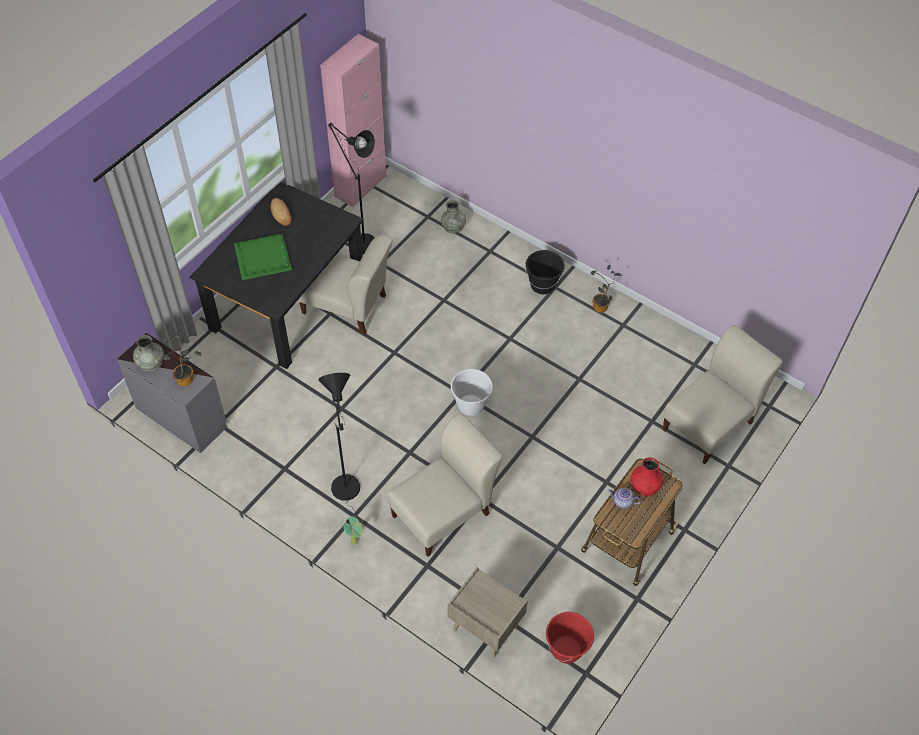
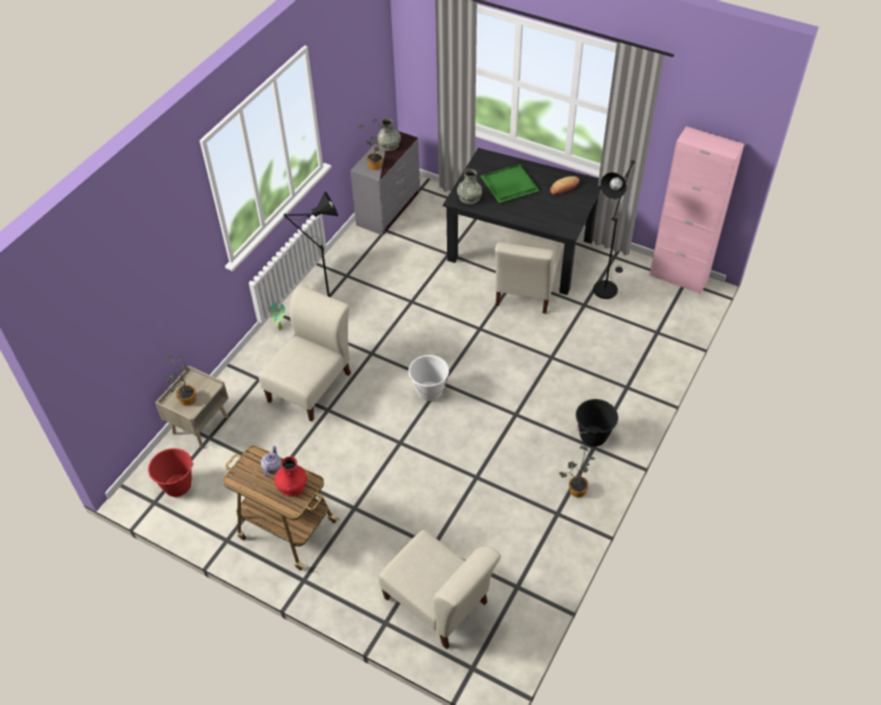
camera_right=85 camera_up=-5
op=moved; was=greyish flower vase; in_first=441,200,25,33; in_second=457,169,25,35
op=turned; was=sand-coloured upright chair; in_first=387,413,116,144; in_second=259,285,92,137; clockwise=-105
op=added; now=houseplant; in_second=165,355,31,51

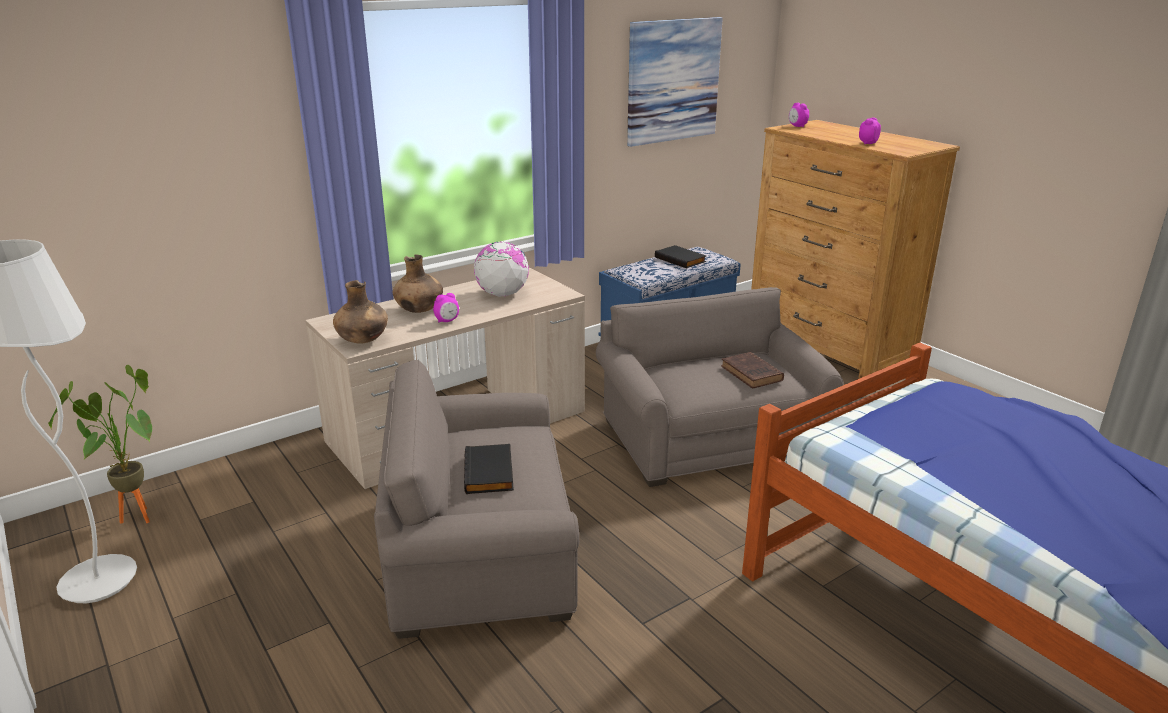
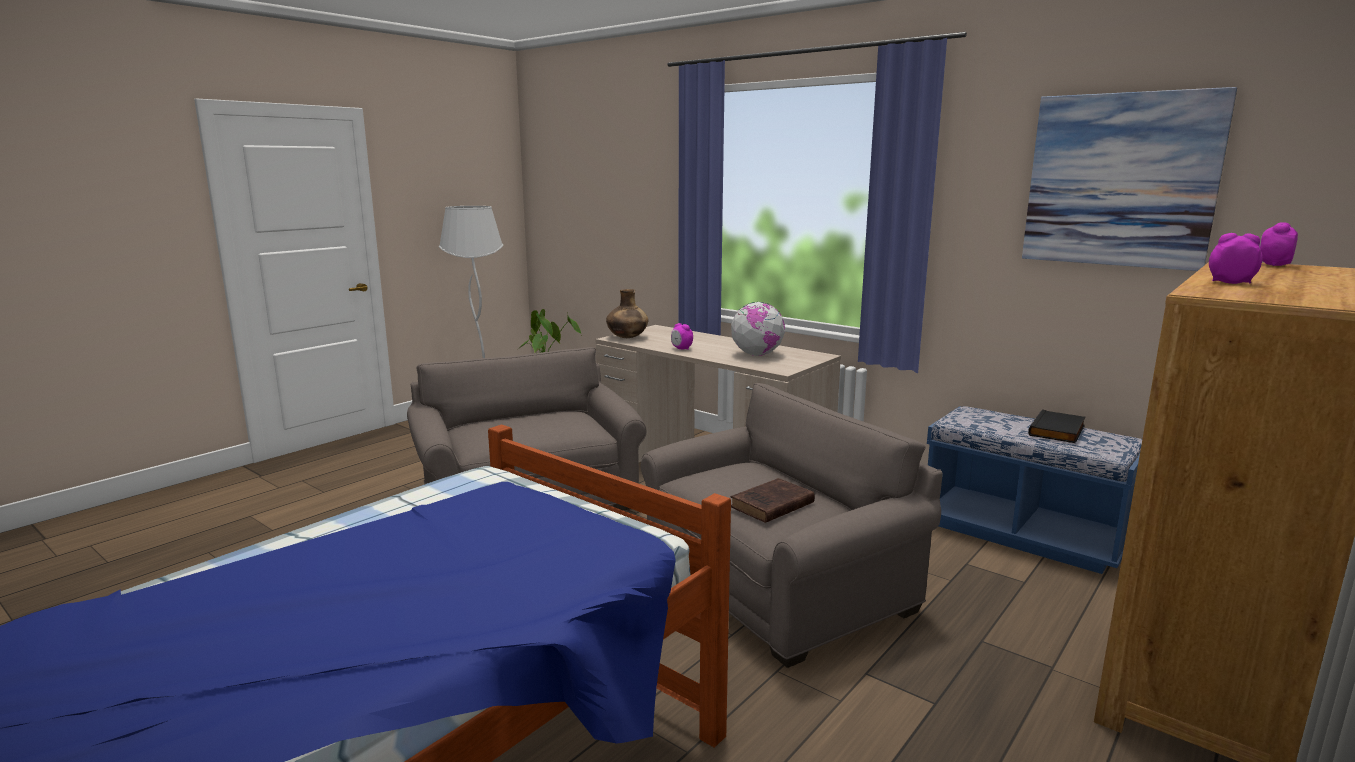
camera_right=75 camera_up=-10
op=removed; was=brownish flower vase; in_first=393,254,50,59
op=removed; was=black book; in_first=464,444,50,50

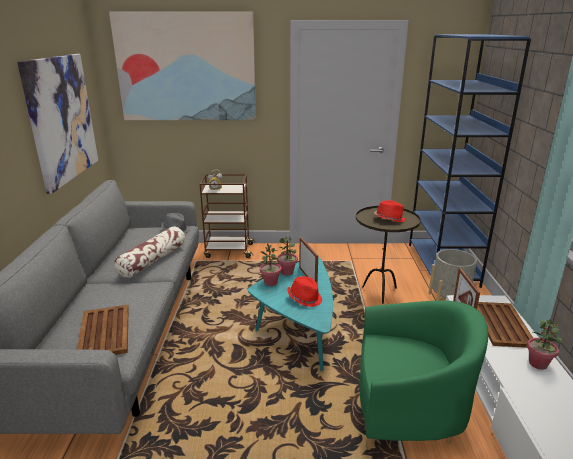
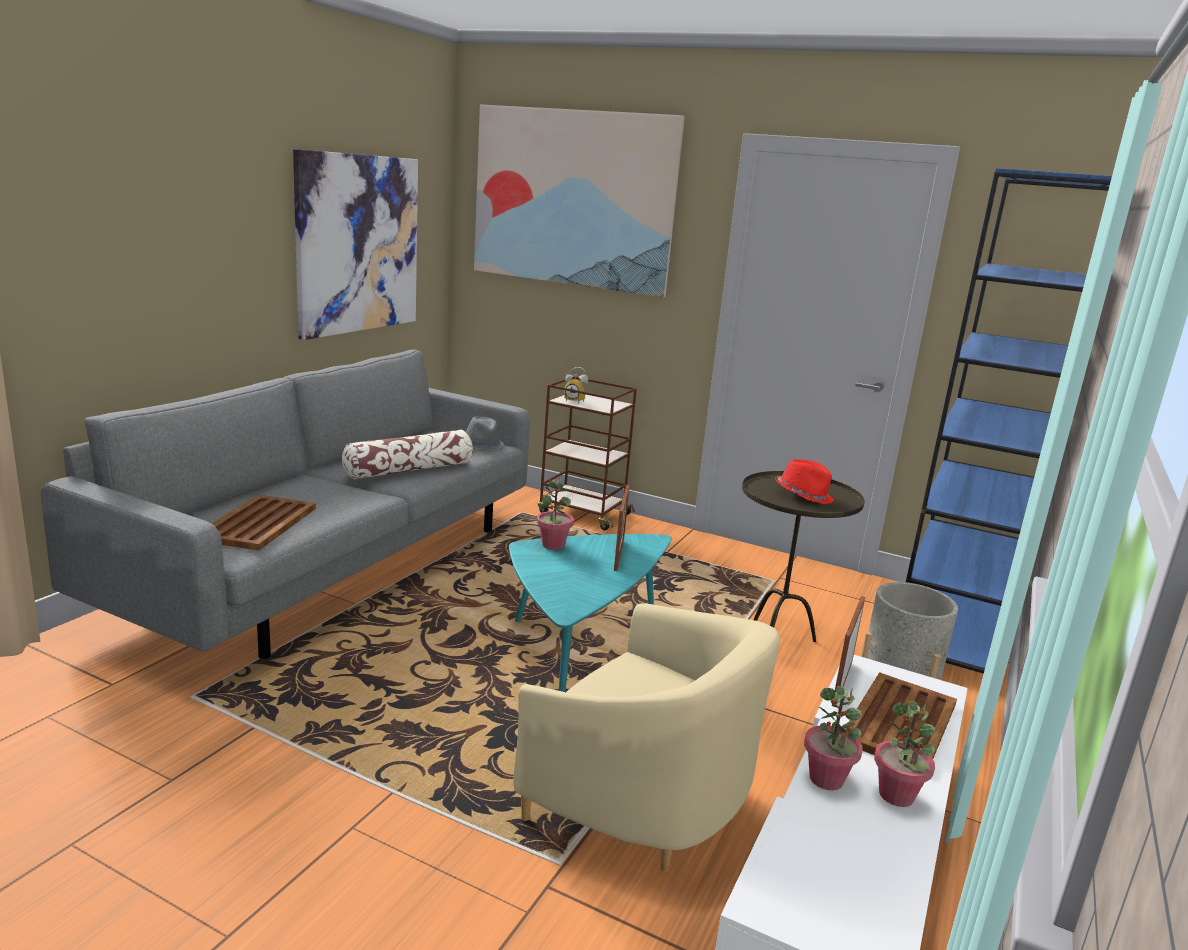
camera_right=25 camera_up=-5
op=moved; was=houseplant; in_first=277,236,21,40; in_second=804,685,59,105
op=removed; was=reddish hat; in_first=287,276,35,31
op=recoloured; was=green armchair; now=sand-coloured armchair; in_first=359,301,129,149; in_second=513,603,267,269

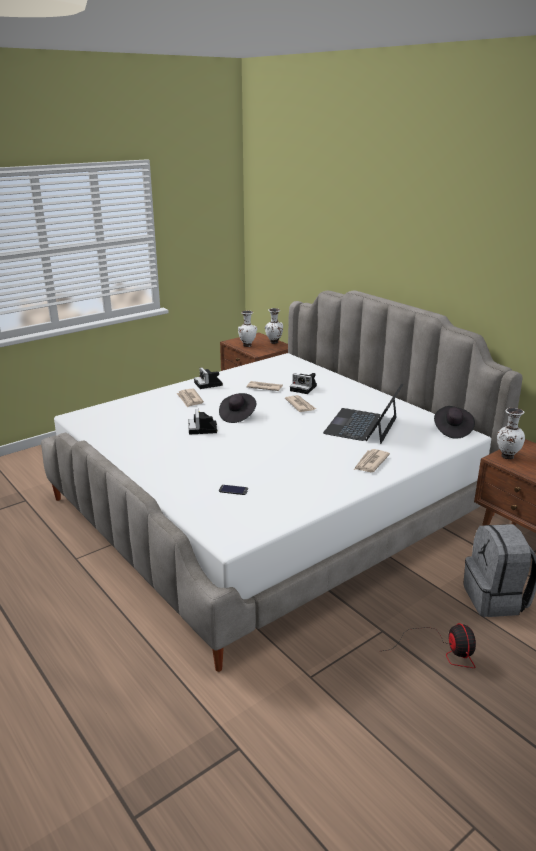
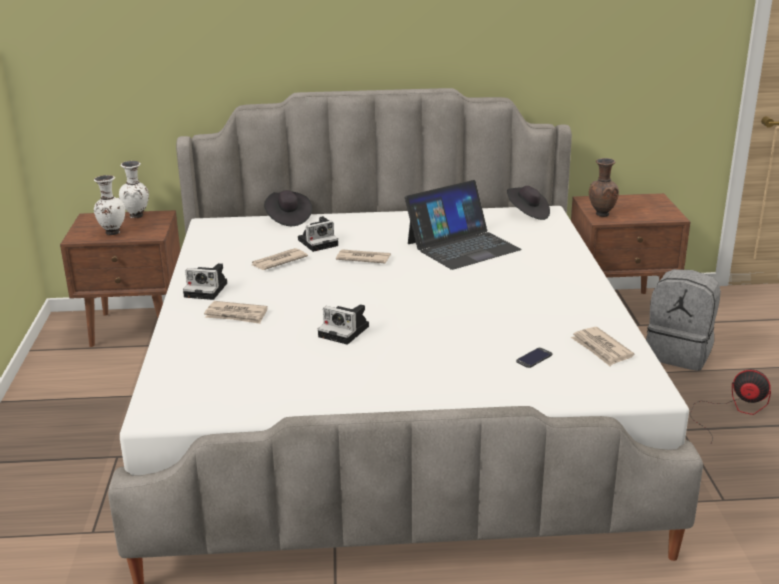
camera_right=-55 camera_up=0
op=turned; was=portable computer; in_first=323,383,81,61; in_second=405,180,117,90; clockwise=-90
op=moved; was=black hat; in_first=219,393,37,30; in_second=264,190,48,36
op=recoloured; was=white flower vase; now=brownish flower vase; in_first=497,408,28,51; in_second=589,158,30,59
op=moved; was=newspaper; in_first=354,449,36,23; in_second=571,327,63,39

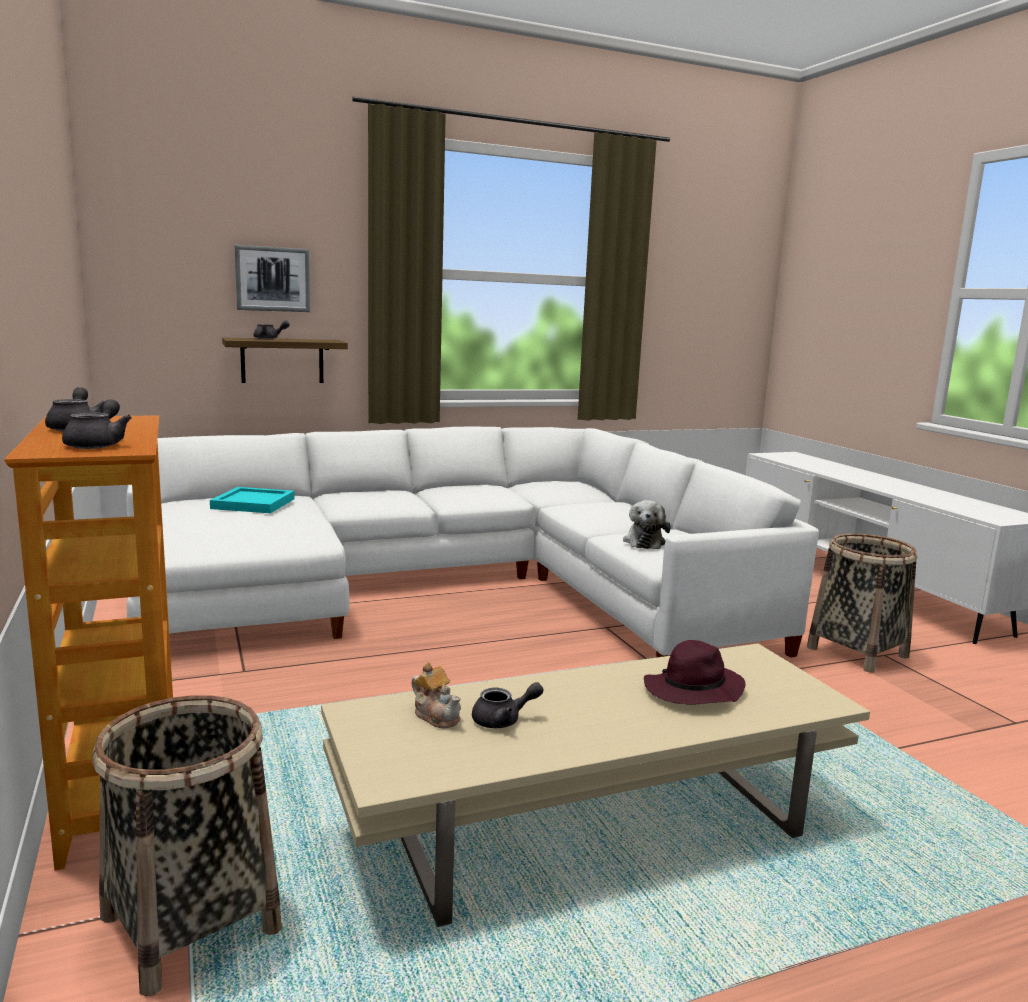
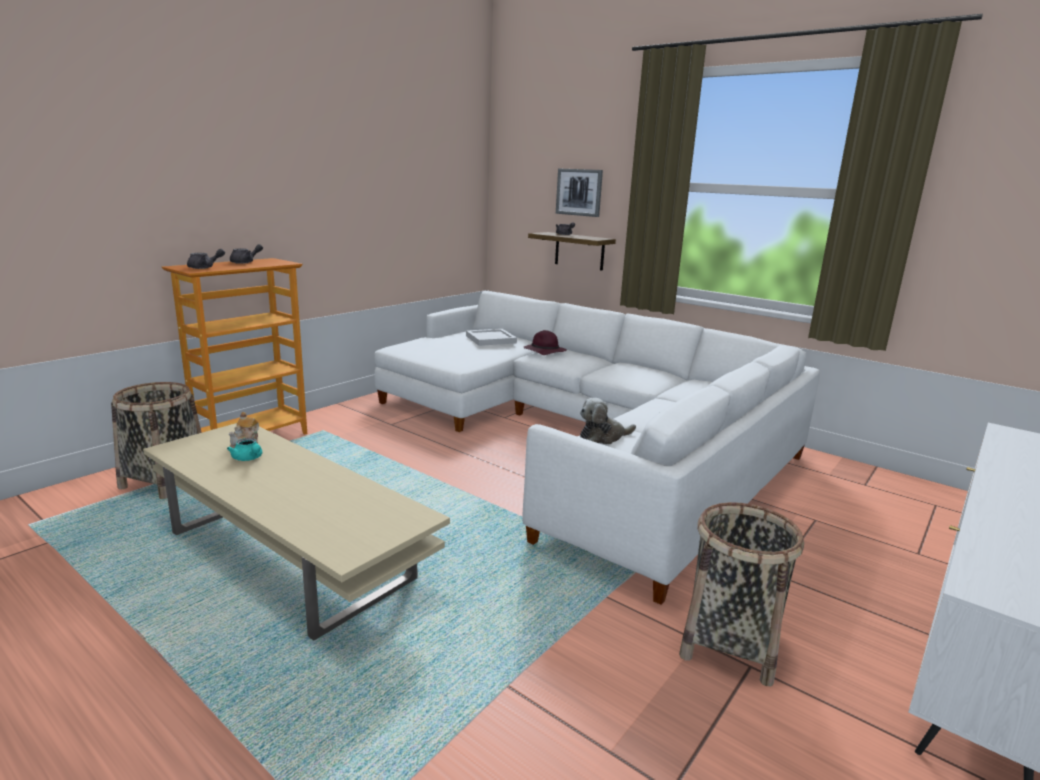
camera_right=60 camera_up=5
op=recoloured; was=blue-green carrying tray; now=white carrying tray; in_first=210,487,85,26; in_second=466,329,51,17
op=moved; was=purplish hat; in_first=644,640,101,65; in_second=523,330,44,25
op=recoloured; was=greyish tea pot; now=blue-green tea pot; in_first=472,682,71,46; in_second=227,438,35,23

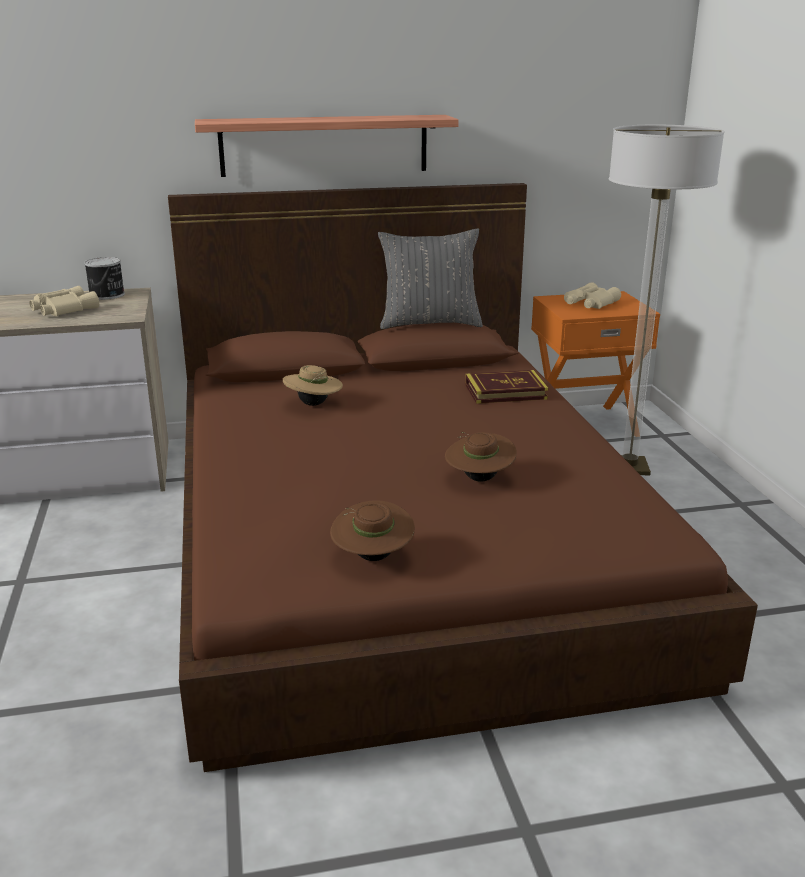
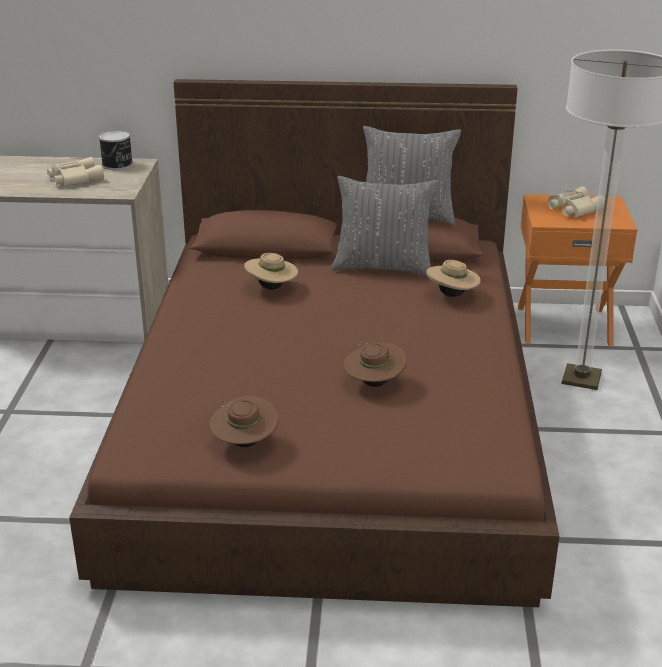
camera_right=15 camera_up=5
op=removed; was=wall shelf; in_first=195,115,264,62
op=replaced; was=book; now=sand-coloured hat; in_first=465,370,83,34; in_second=426,260,55,37
op=added; now=greyish cushion; in_second=331,176,108,102

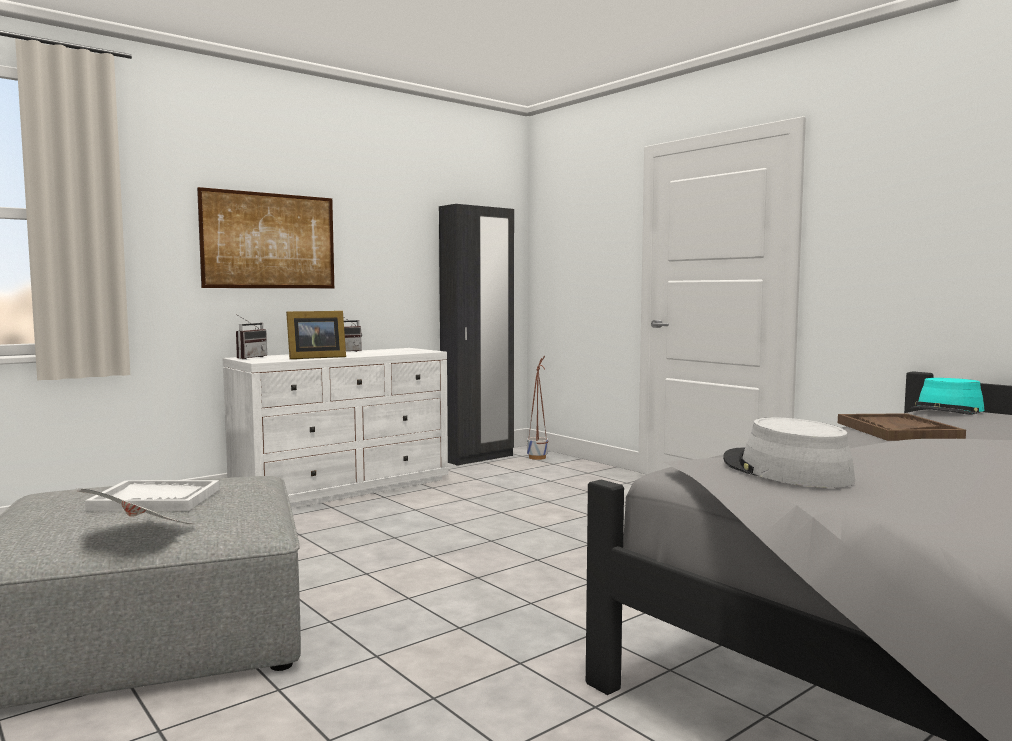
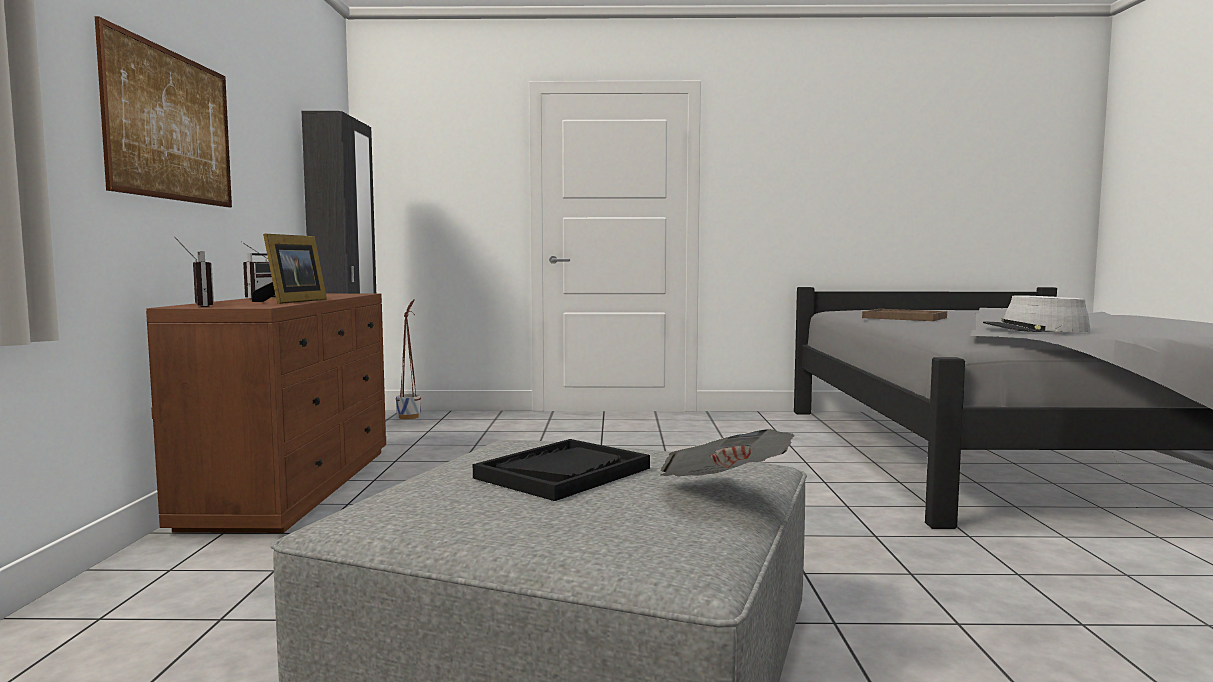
camera_right=-50 camera_up=0
op=recoloured; was=white dresser; now=brownish dresser; in_first=223,348,225,161; in_second=146,293,240,240
op=removed; was=blue-green hat; in_first=911,378,74,37
op=recoloured; was=white carrying tray; now=black carrying tray; in_first=85,480,134,31; in_second=473,439,177,62

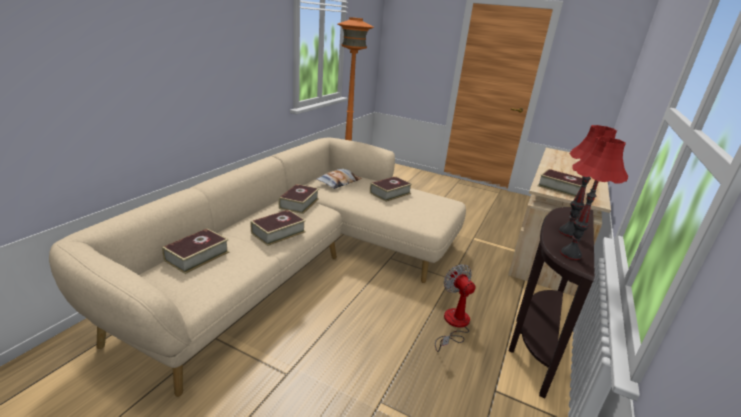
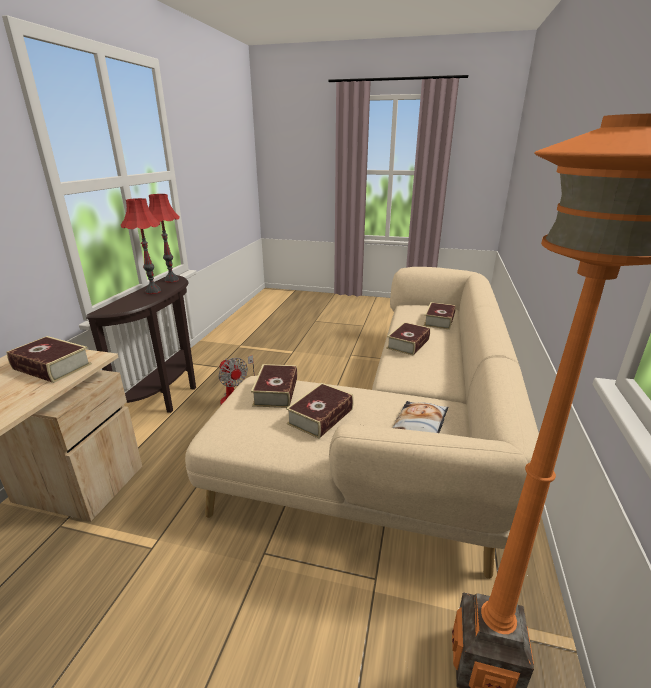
camera_right=170 camera_up=0
op=moved; was=book; in_first=278,184,41,30; in_second=251,364,47,44

